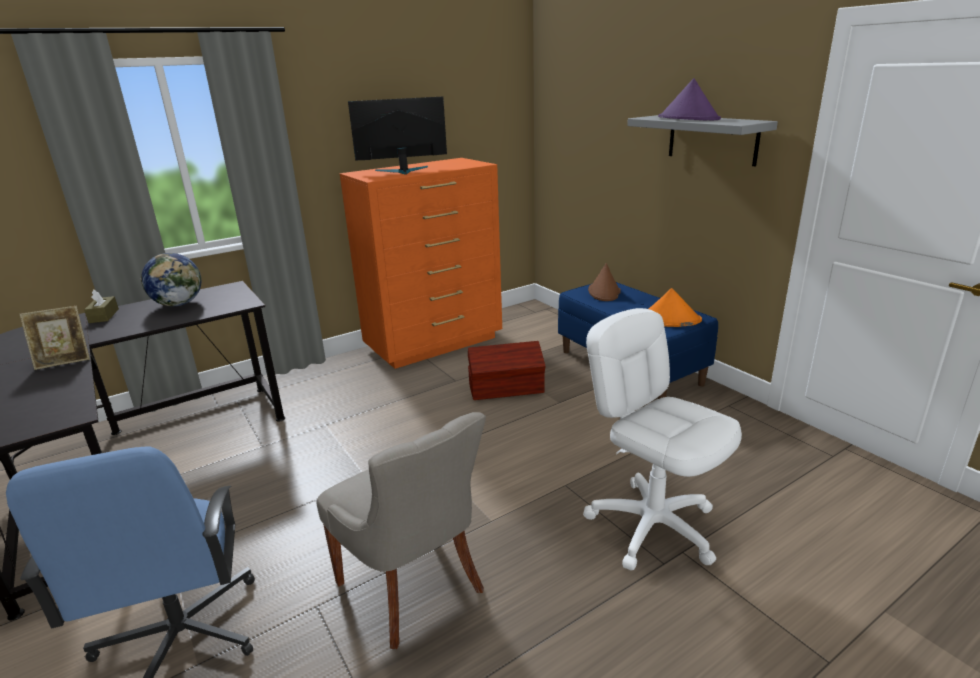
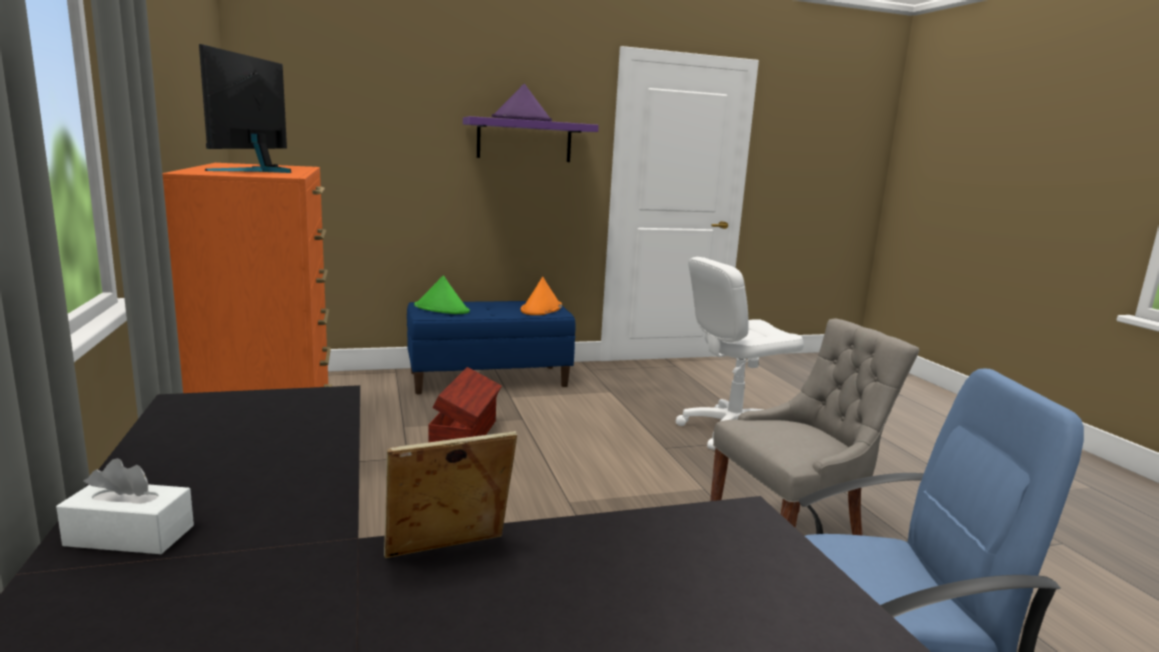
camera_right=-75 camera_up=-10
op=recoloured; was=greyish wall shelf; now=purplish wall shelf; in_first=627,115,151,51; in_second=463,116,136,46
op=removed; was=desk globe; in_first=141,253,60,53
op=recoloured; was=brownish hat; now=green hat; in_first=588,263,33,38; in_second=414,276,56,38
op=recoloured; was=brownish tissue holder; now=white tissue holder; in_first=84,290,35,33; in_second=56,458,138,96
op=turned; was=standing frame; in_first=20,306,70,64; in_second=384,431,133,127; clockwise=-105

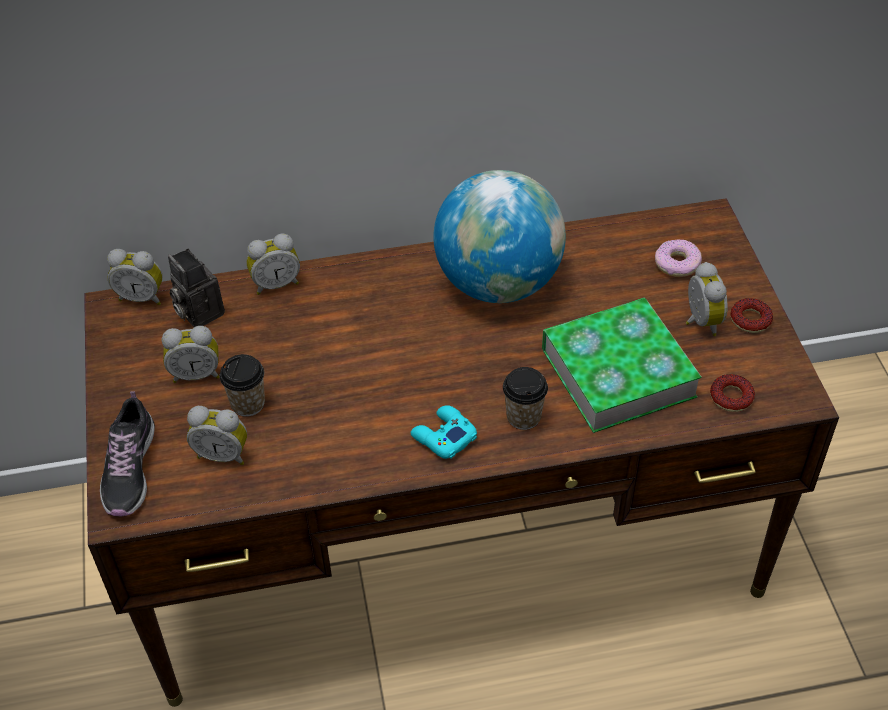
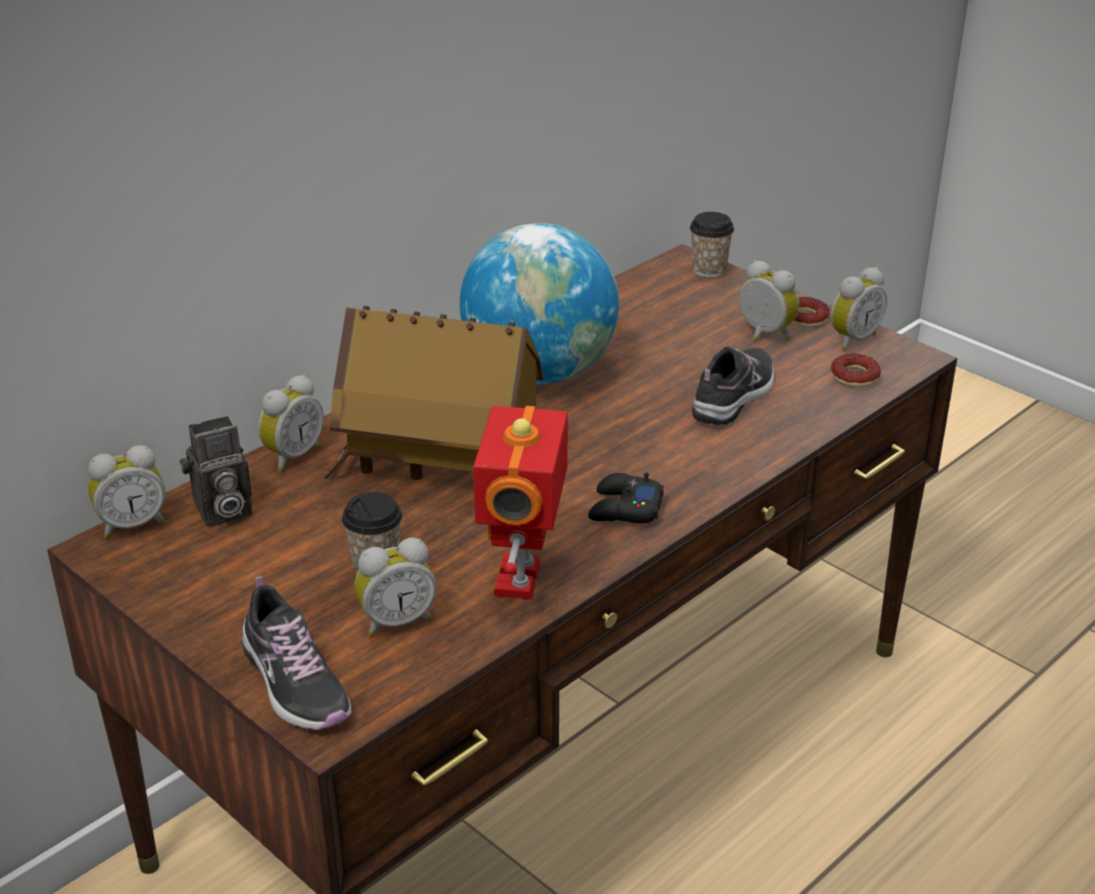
camera_right=-35 camera_up=-15
op=removed; was=donut; in_first=655,239,47,38
op=turned; was=still camera; in_first=168,249,57,78; in_second=180,416,72,111; clockwise=-45
op=replaced; was=book; now=low shoe; in_first=542,298,160,135; in_second=692,346,82,79
op=moved; was=table clock; in_first=162,326,58,57; in_second=830,267,57,84
op=moved; was=cup; in_first=503,367,45,63; in_second=690,212,44,66
op=recoloured; was=blue-green joypad; now=black joypad; in_first=411,405,66,54; in_second=588,472,76,51
op=added; now=miniature house; in_second=324,306,219,174
op=added; now=model robot; in_second=473,406,95,193

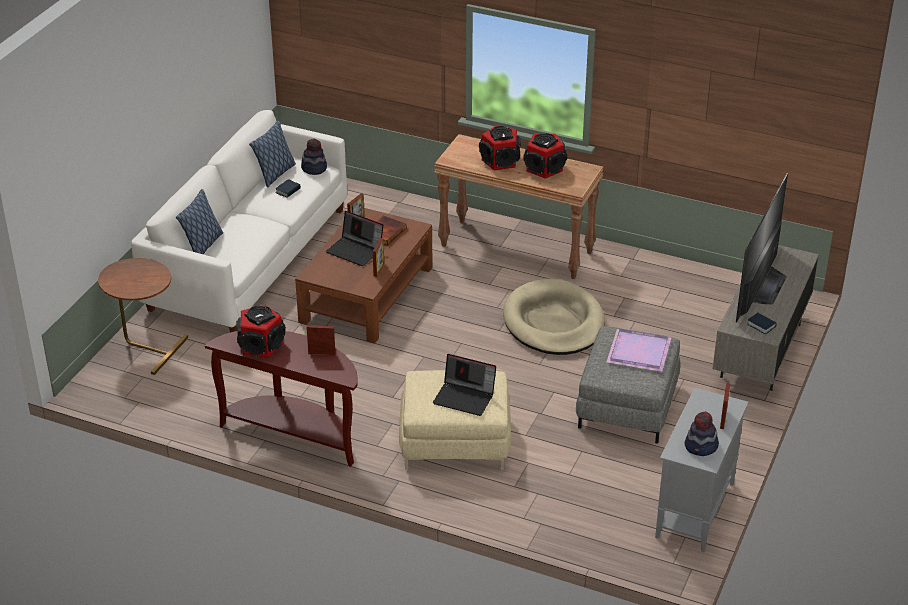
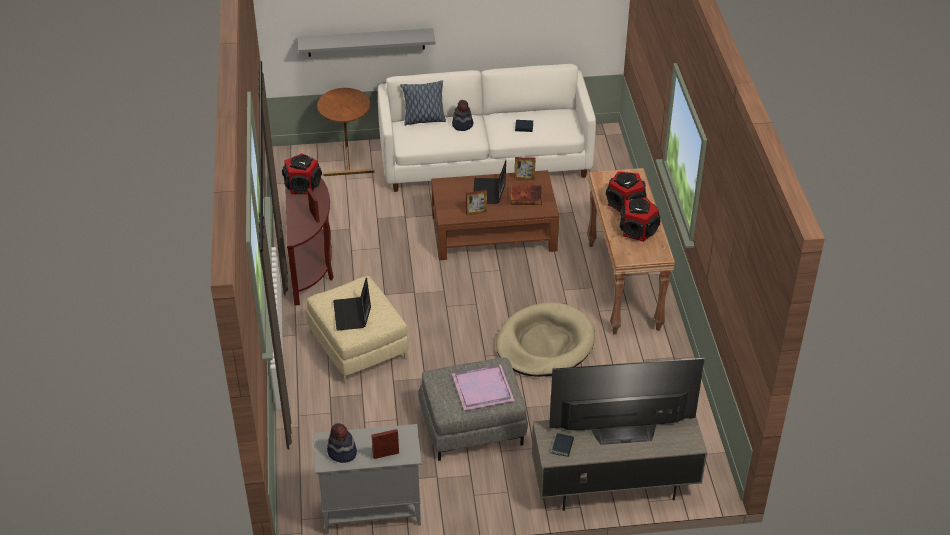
camera_right=60 camera_up=5
op=removed; was=cushion; in_first=249,121,47,66
op=moved; was=hat; in_first=301,138,26,37; in_second=452,100,21,31
op=added; now=greyish wall shelf; in_second=298,28,137,29

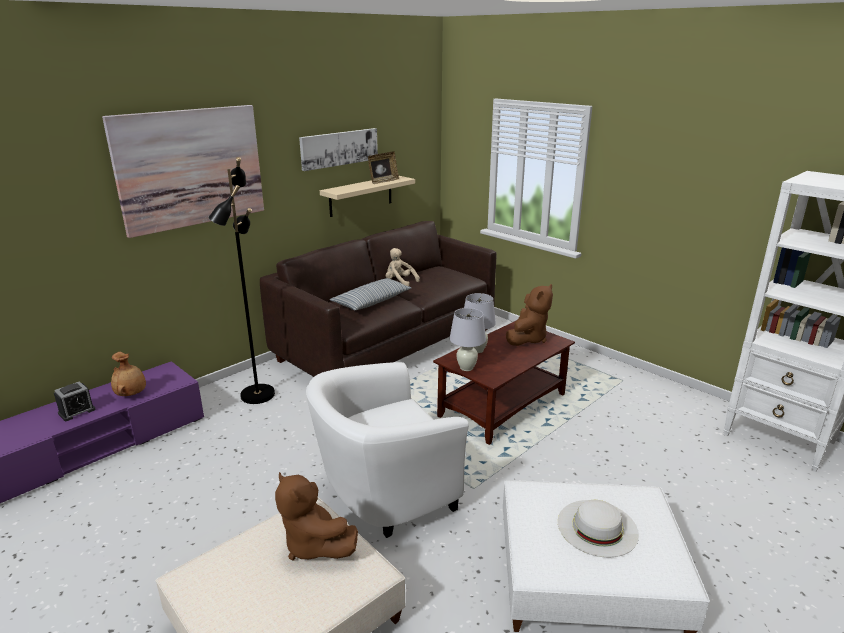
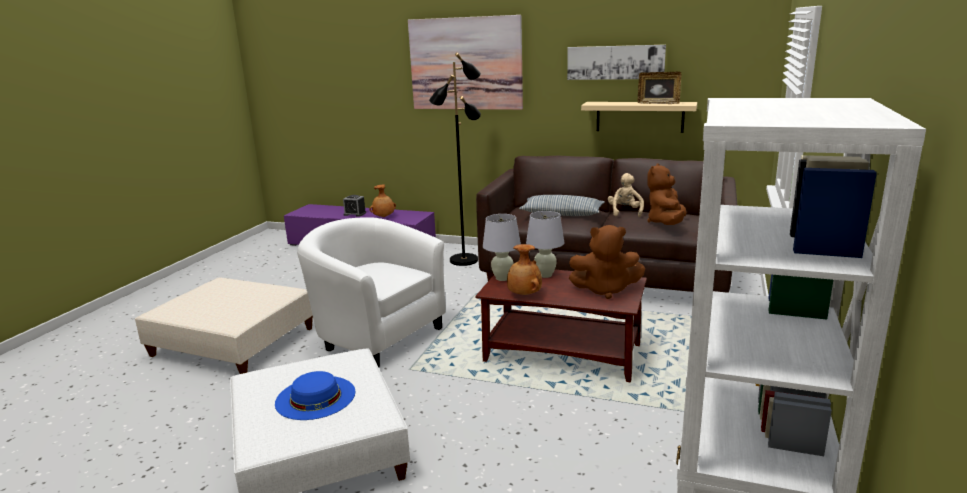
camera_right=65 camera_up=-5
op=moved; was=brownish soft toy; in_first=275,472,83,88; in_second=647,163,40,62
op=recoloured; was=white hat; now=bluish hat; in_first=558,500,81,57; in_second=275,371,80,49
op=added; now=brownish flower vase; in_second=507,244,35,51

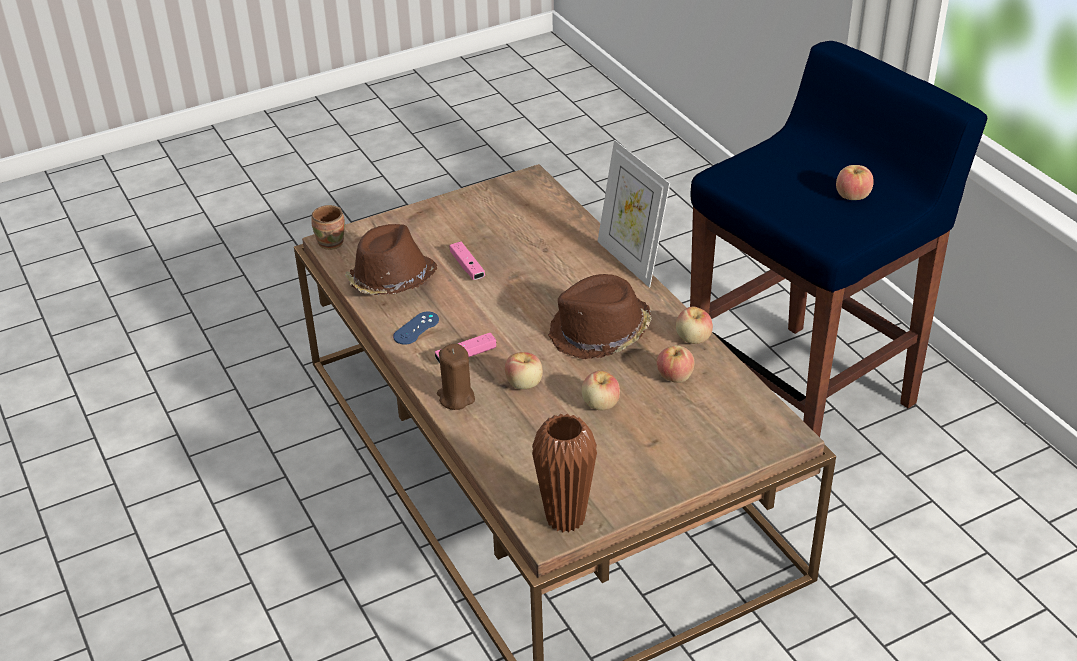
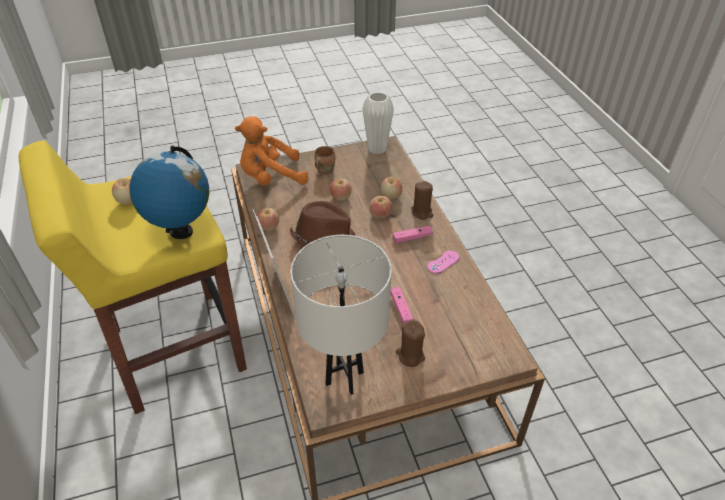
camera_right=-170 camera_up=5
op=recoloured; was=bluish stool seat; now=yellow-coloured stool seat; in_first=690,41,297,396; in_second=19,140,228,274
op=moved; was=brownish coffee mug; in_first=311,205,34,45; in_second=315,146,20,29
op=removed; was=brownish hat; in_first=345,224,92,71
op=recoloured; was=bluish joypad; now=pinkish joypad; in_first=393,312,46,33; in_second=428,251,31,23
op=moved; was=whole apple; in_first=656,345,39,38; in_second=380,177,22,22
op=recoloured; was=brownish flower vase; now=white flower vase; in_first=532,413,65,119; in_second=363,92,31,62
op=added; now=orangey soft toy; in_second=235,116,74,70
op=added; now=desk globe; in_second=129,146,80,93
op=added; now=white table lamp; in_second=290,235,102,160
op=added; now=brownish wax candle; in_second=396,320,29,47

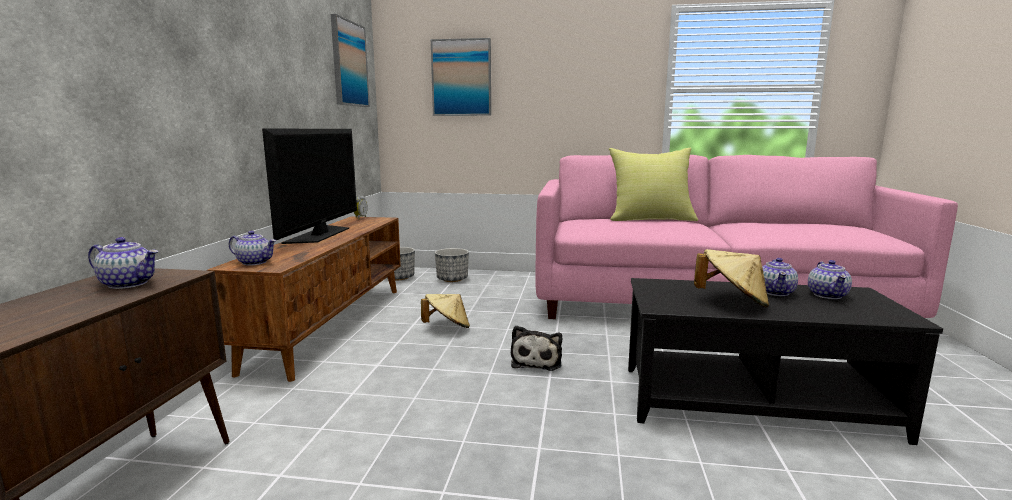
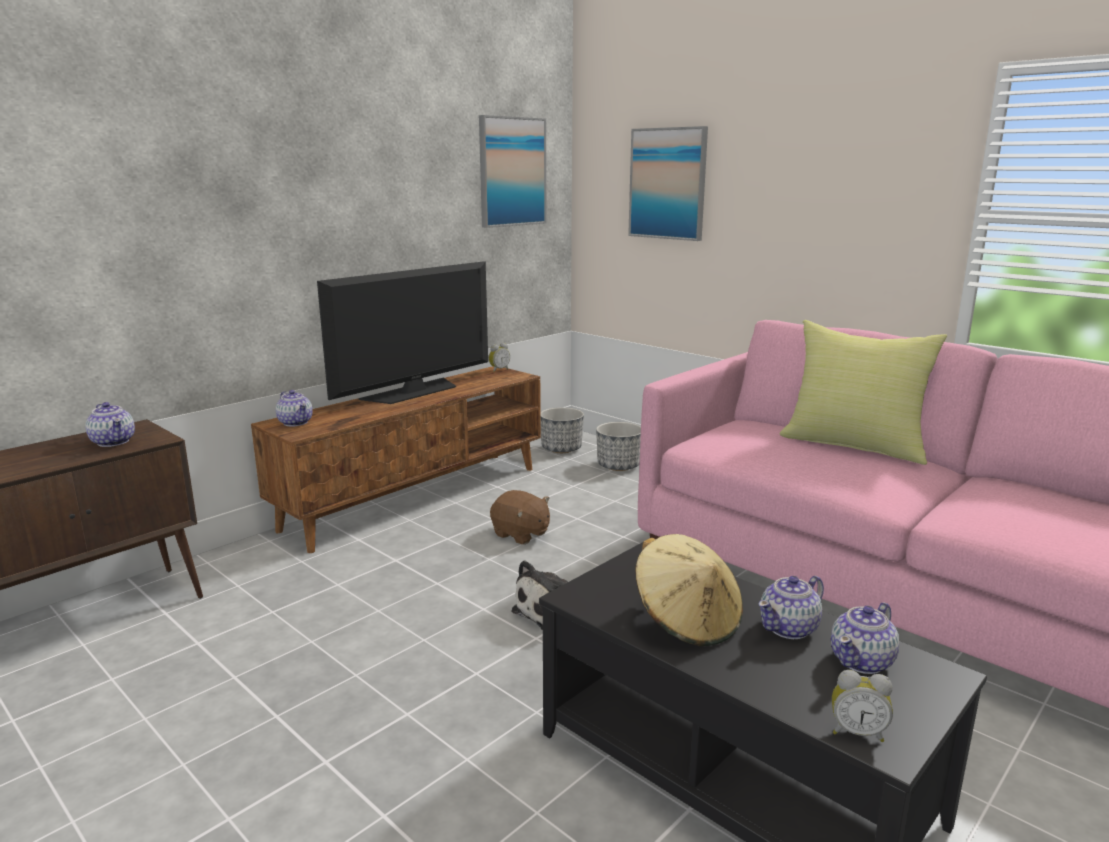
camera_right=35 camera_up=5
op=replaced; was=sand-coloured hat; now=brownish soft toy; in_first=421,294,49,34; in_second=490,490,60,55
op=added; now=table clock; in_second=832,670,61,72

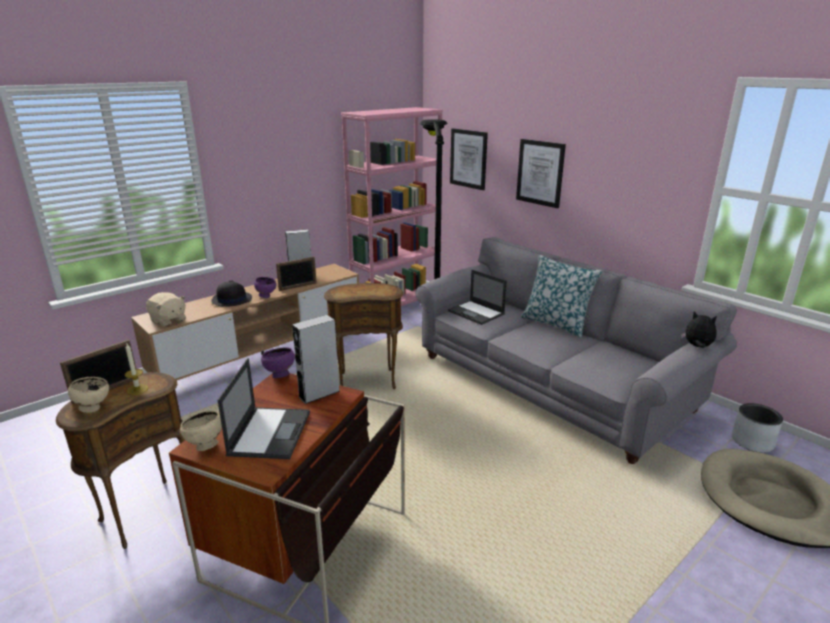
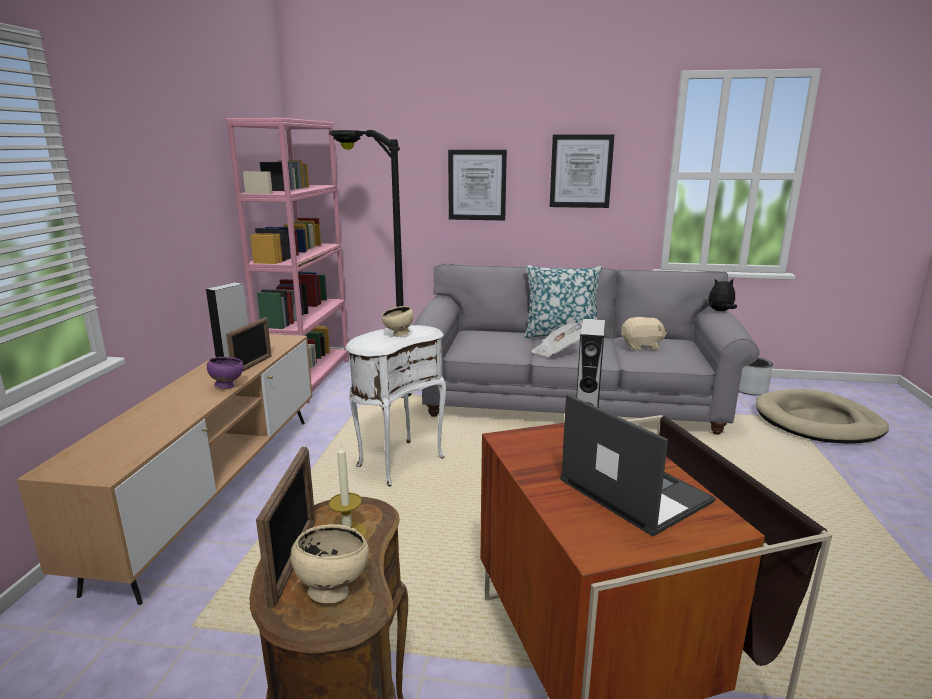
camera_right=-40 camera_up=-5
op=moved; was=wall picture; in_first=450,128,38,62; in_second=550,134,64,74
op=removed; was=portable computer; in_first=448,270,59,55
op=removed; was=black hat; in_first=211,280,41,27
op=recoloured; was=brownish end table; now=white end table; in_first=324,283,79,106; in_second=345,325,101,161
op=moved; was=sand-coloured soft toy; in_first=146,292,40,35; in_second=621,317,46,34
op=removed; was=purplish serving bowl; in_first=261,347,34,31
op=moved; was=sand-coloured serving bowl; in_first=180,411,42,40; in_second=382,306,32,31
op=added; now=newspaper; in_second=532,323,50,34

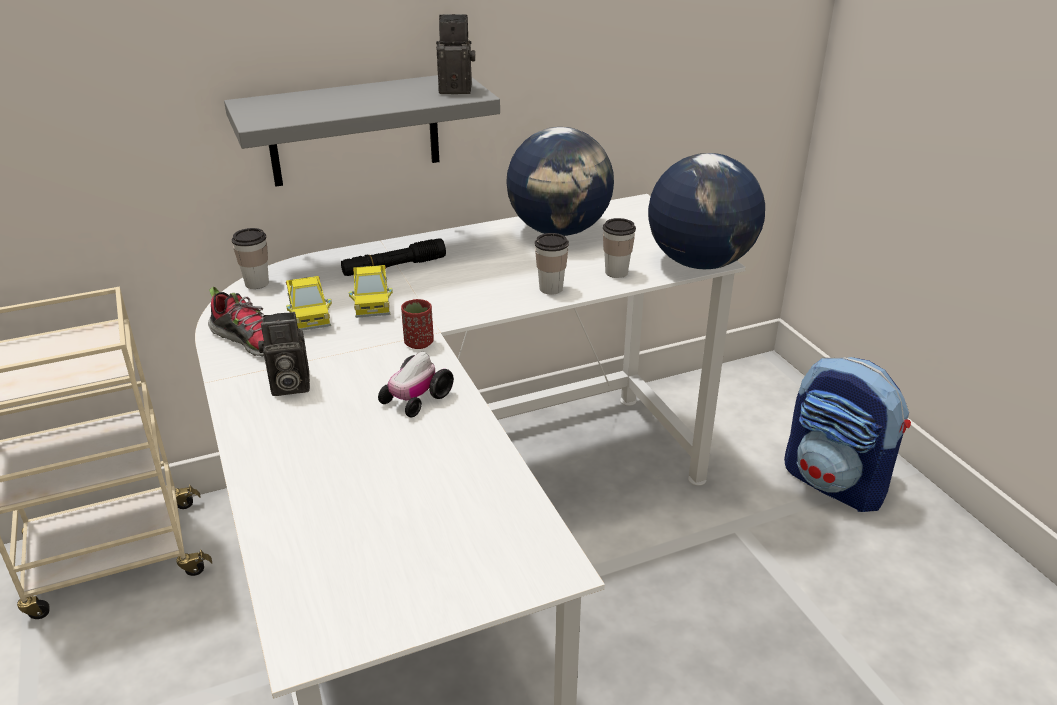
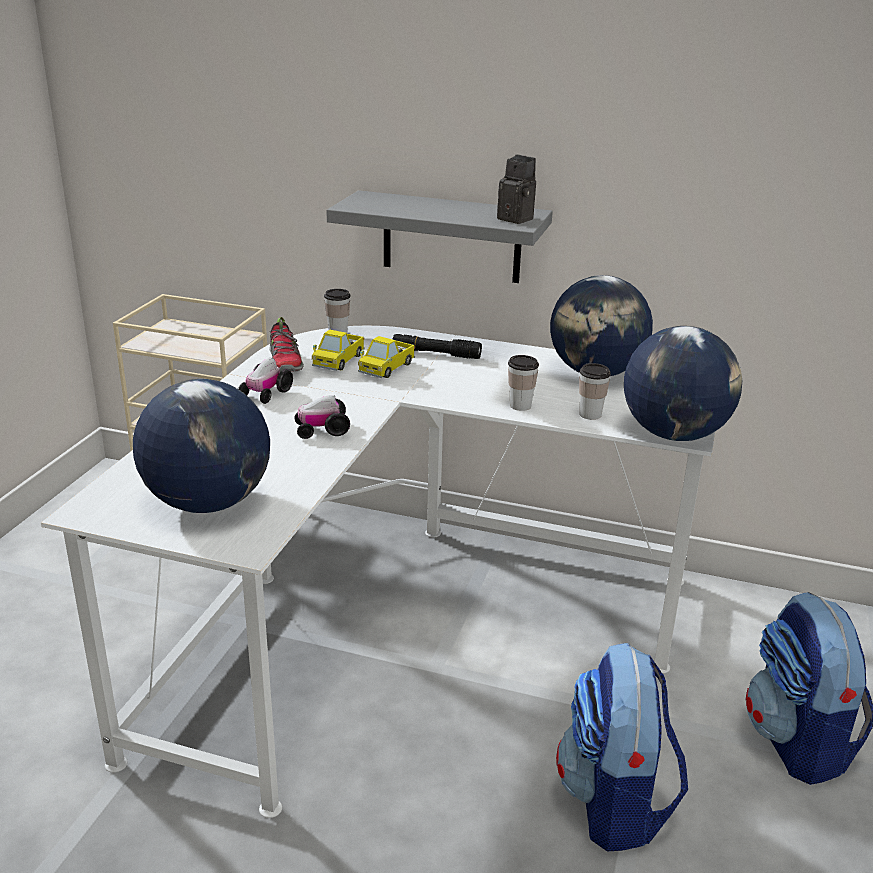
camera_right=40 camera_up=-5
op=removed; was=reddish cup; in_first=401,299,33,50
op=replaced; was=still camera; now=miniature car; in_first=258,312,52,84; in_second=238,357,55,47
op=added; now=desk globe; in_second=133,379,137,134
op=added; now=rucksack; in_second=556,643,132,209

